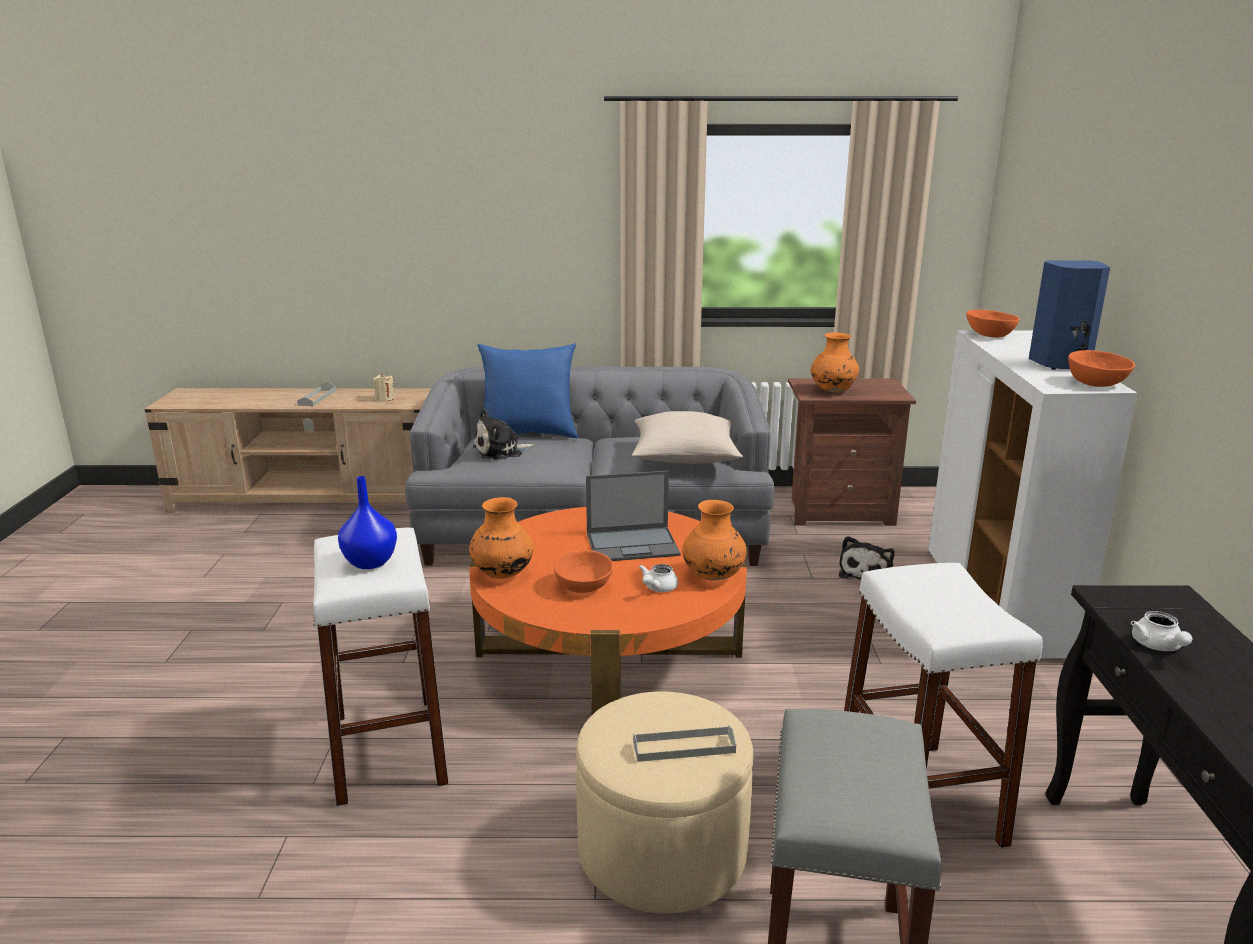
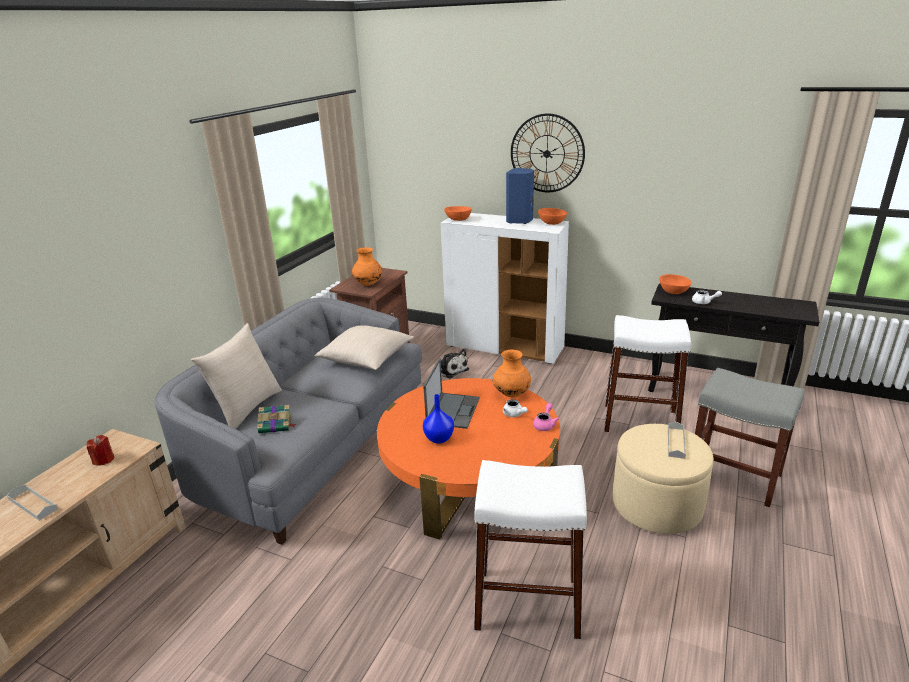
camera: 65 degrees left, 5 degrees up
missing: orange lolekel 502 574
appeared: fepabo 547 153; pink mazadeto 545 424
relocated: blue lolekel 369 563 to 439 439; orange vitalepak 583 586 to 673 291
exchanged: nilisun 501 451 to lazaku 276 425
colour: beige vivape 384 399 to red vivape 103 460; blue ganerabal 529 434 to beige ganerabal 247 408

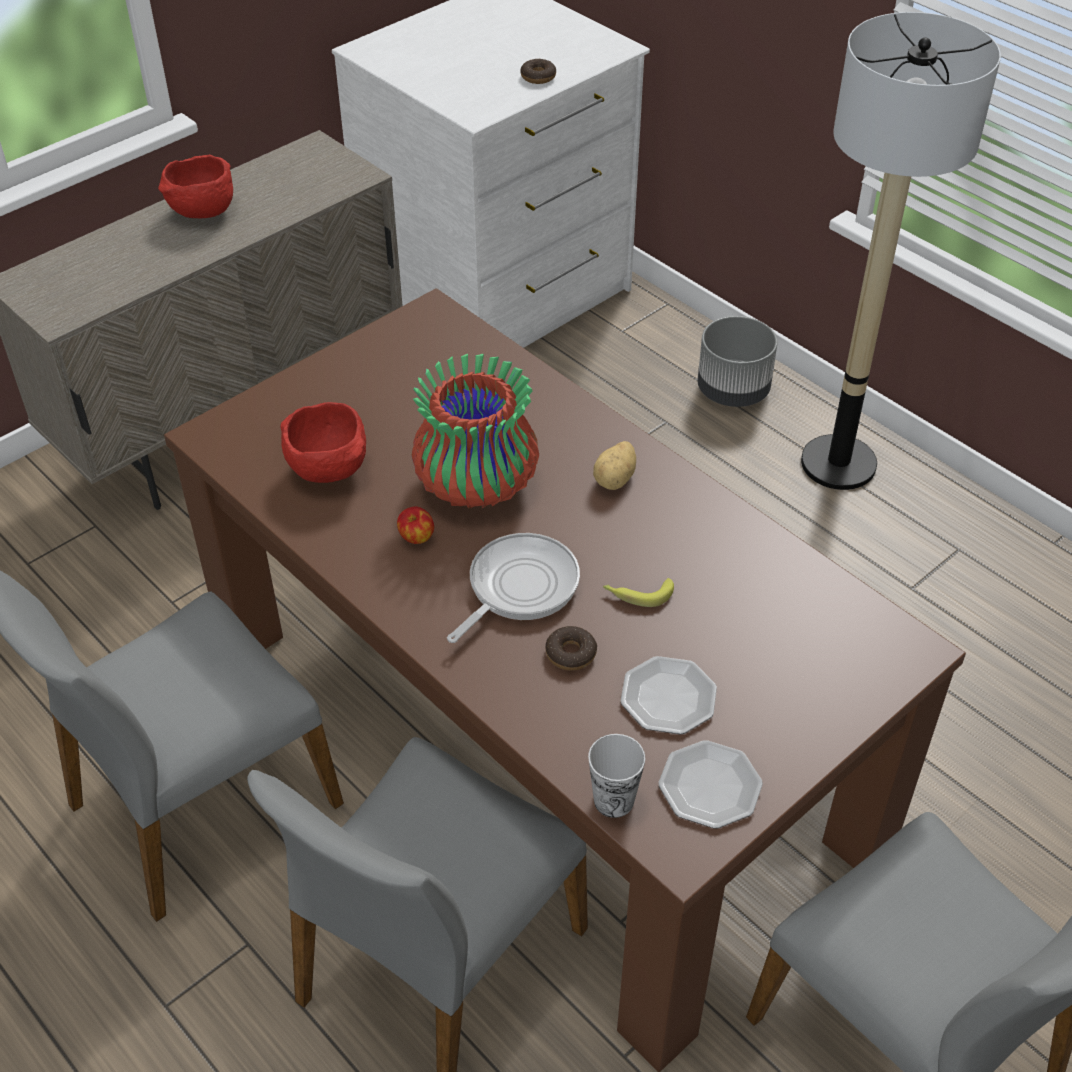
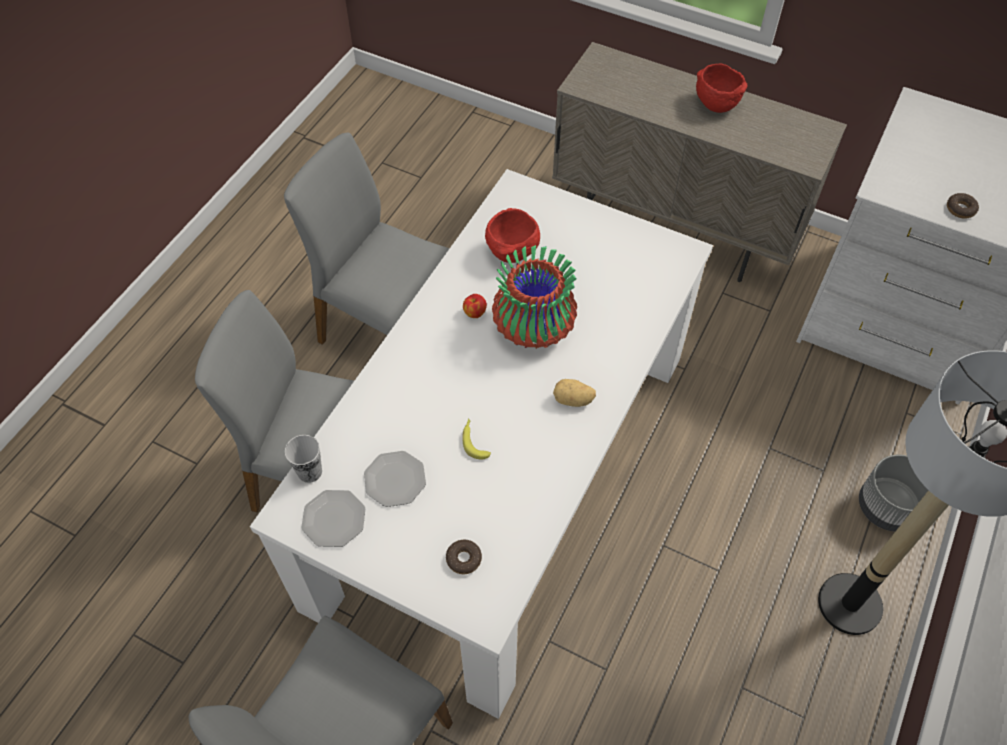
camera: 70 degrees right, 10 degrees up
missing: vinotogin 518 587
relocated: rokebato 570 653 to 464 559
colour: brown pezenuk 536 733 to white pezenuk 503 476

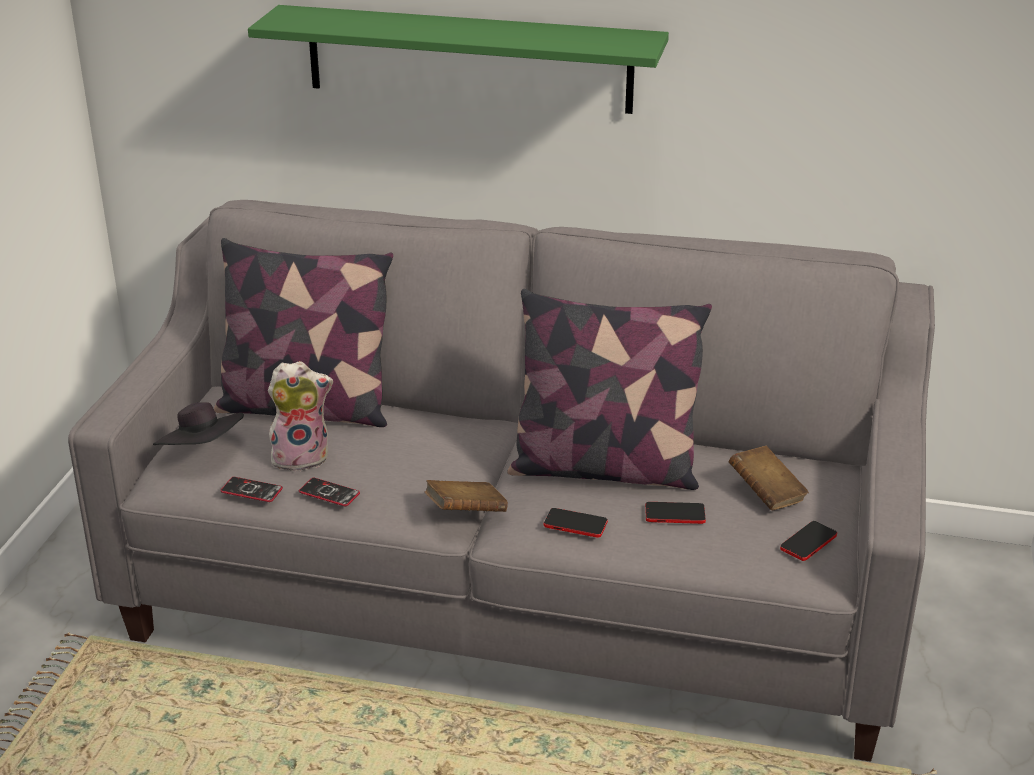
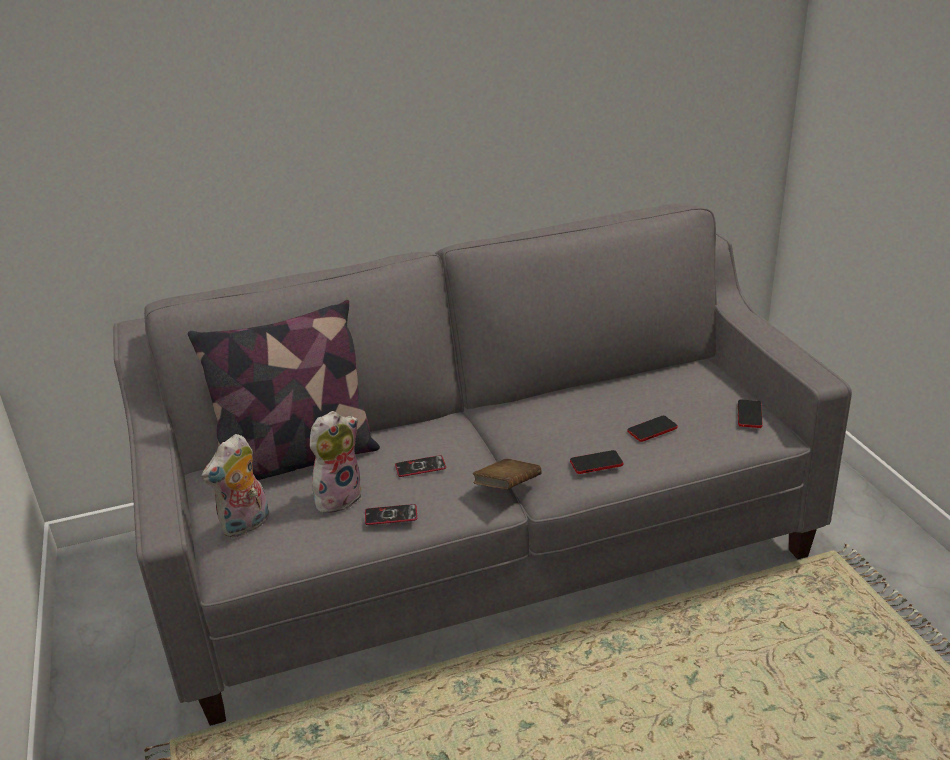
camera: 30 degrees left, 0 degrees up
missing: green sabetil 468 59; ganerabal 604 468; brown lazaku 766 493
relocated: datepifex 251 490 to 420 467
exchanged: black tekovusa 203 451 to nilisun 246 526

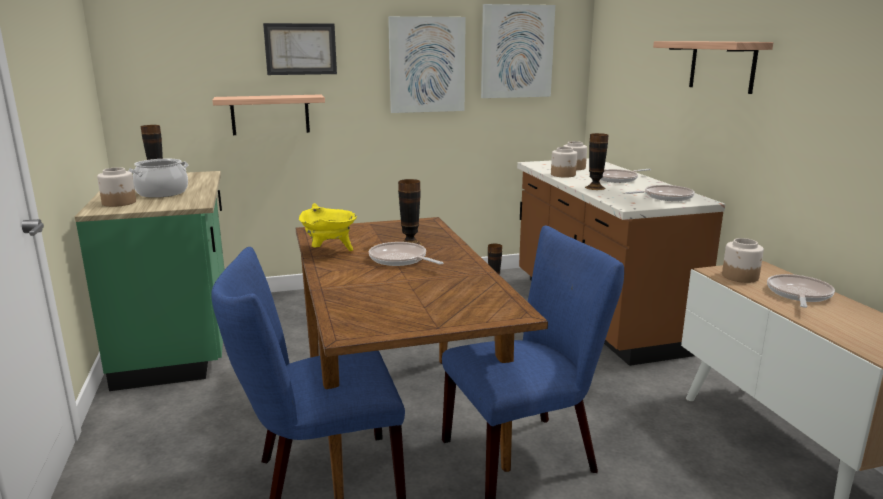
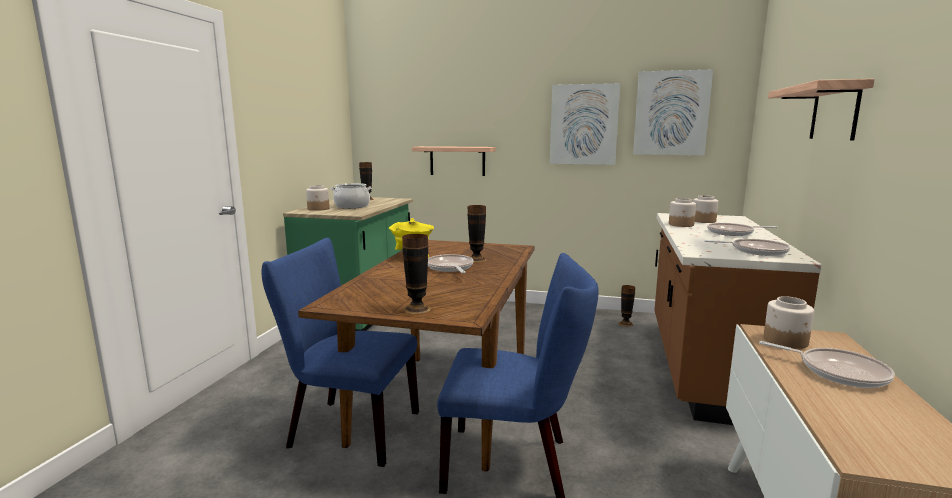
camera: 30 degrees right, 5 degrees down
missing: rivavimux 300 49
relocated: lolekel 595 187 to 417 309
spun: vinotogin 798 294 = 838 371 75 degrees clockwise

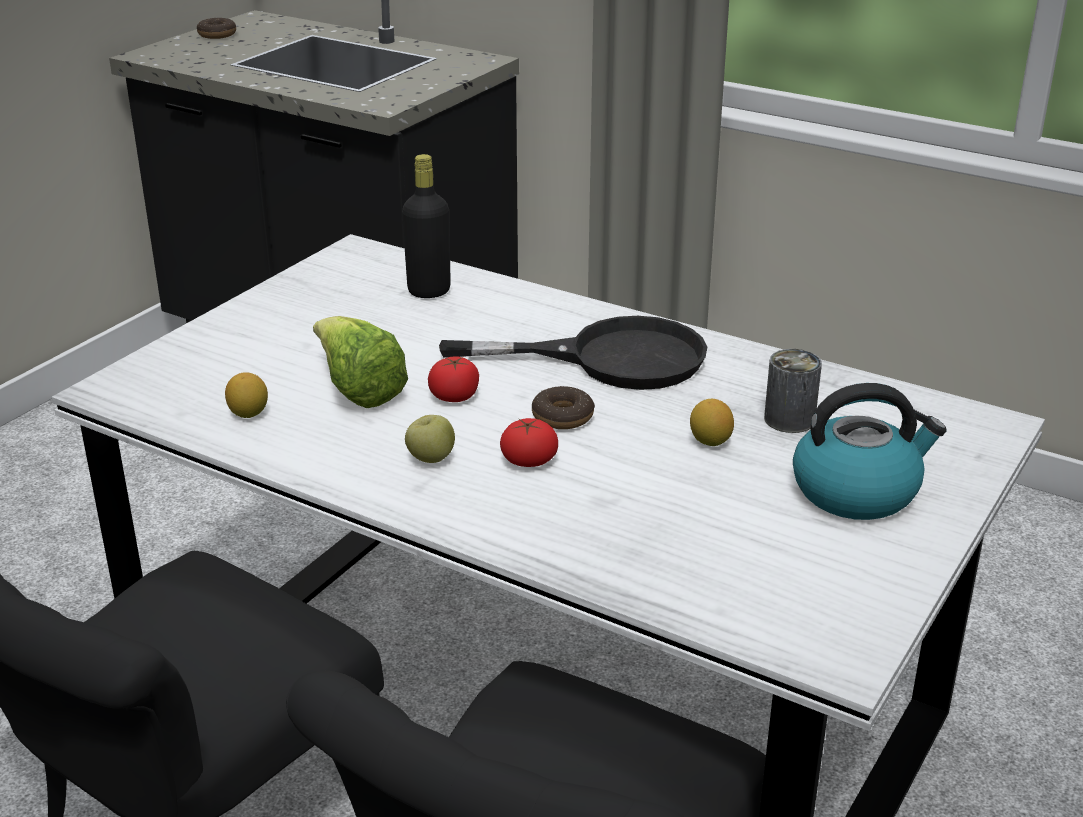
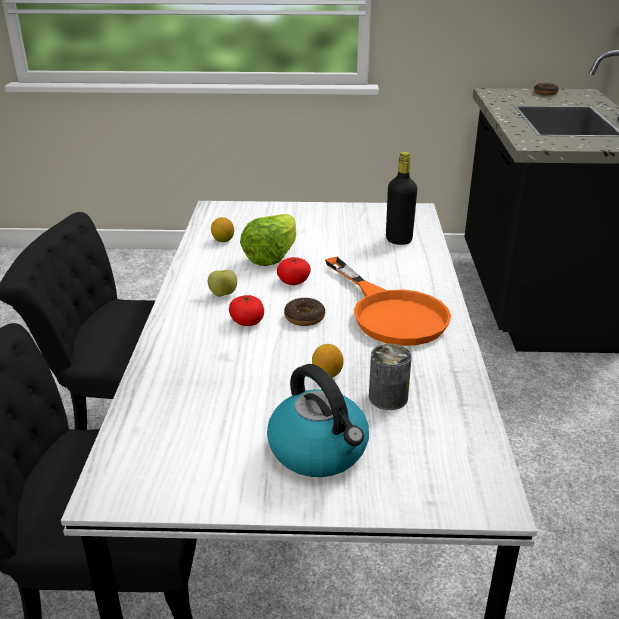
camera: 60 degrees right, 0 degrees up
colour: black vinotogin 611 358 to orange vinotogin 390 312

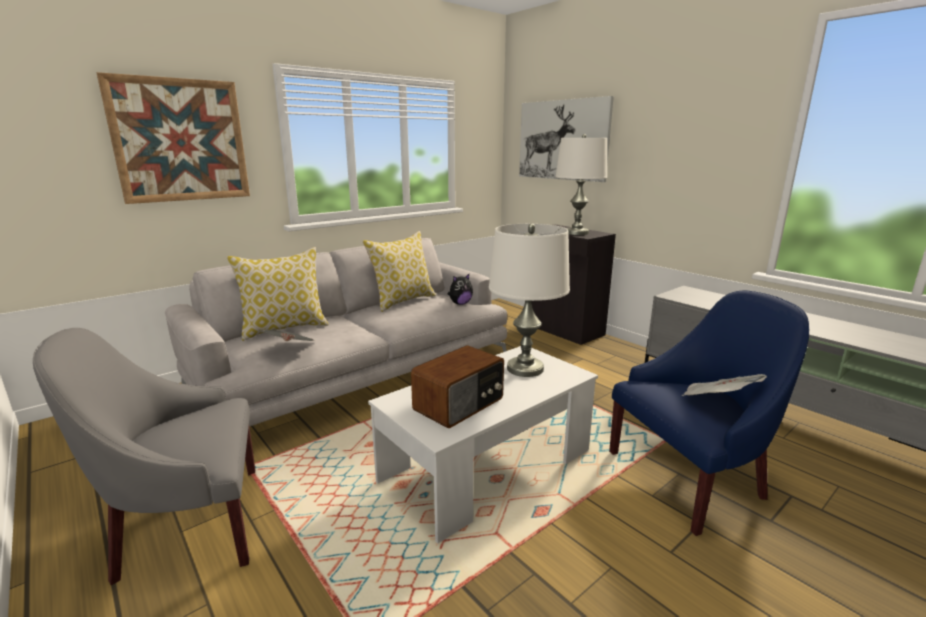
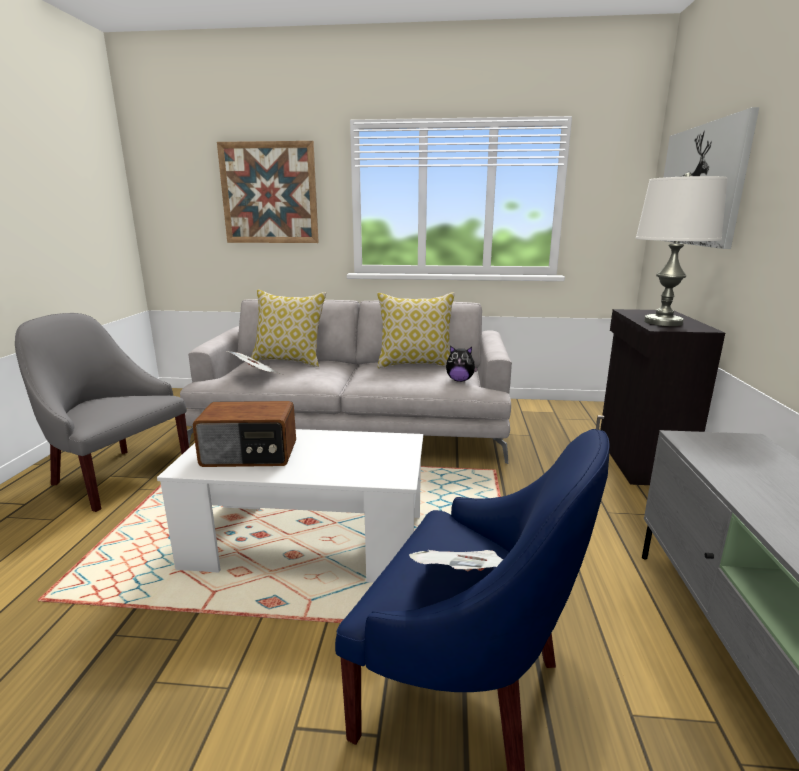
camera: 45 degrees right, 0 degrees up
missing: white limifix 525 368

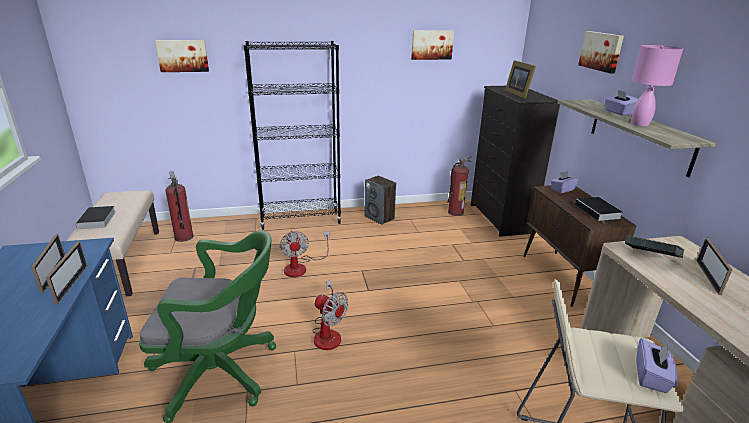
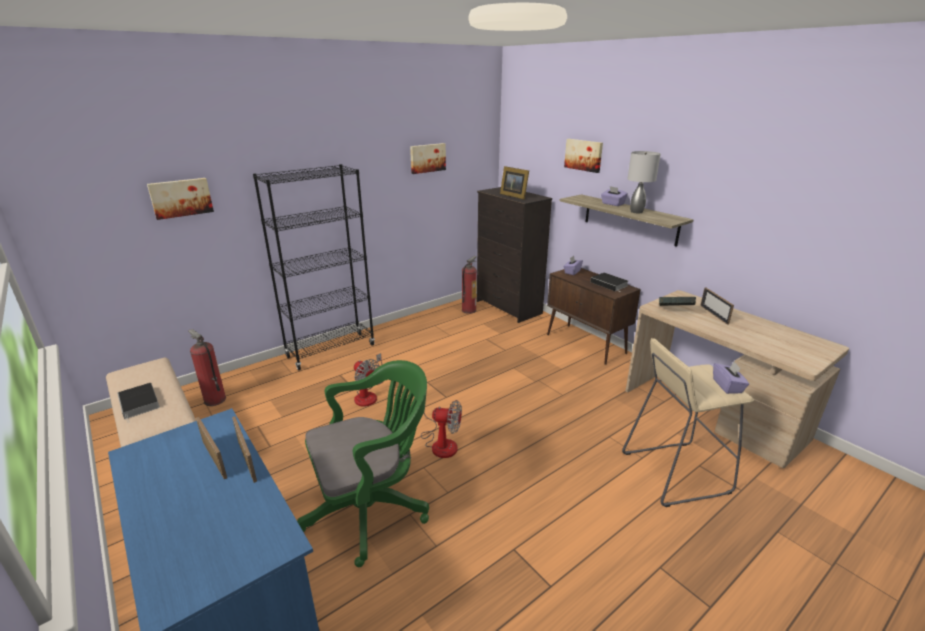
camera: 25 degrees left, 0 degrees up
missing: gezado 379 217
colour: pink limifix 640 124 to grey limifix 636 212

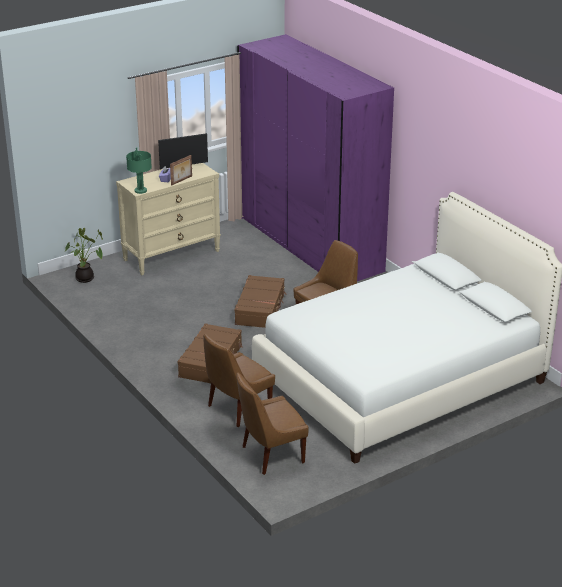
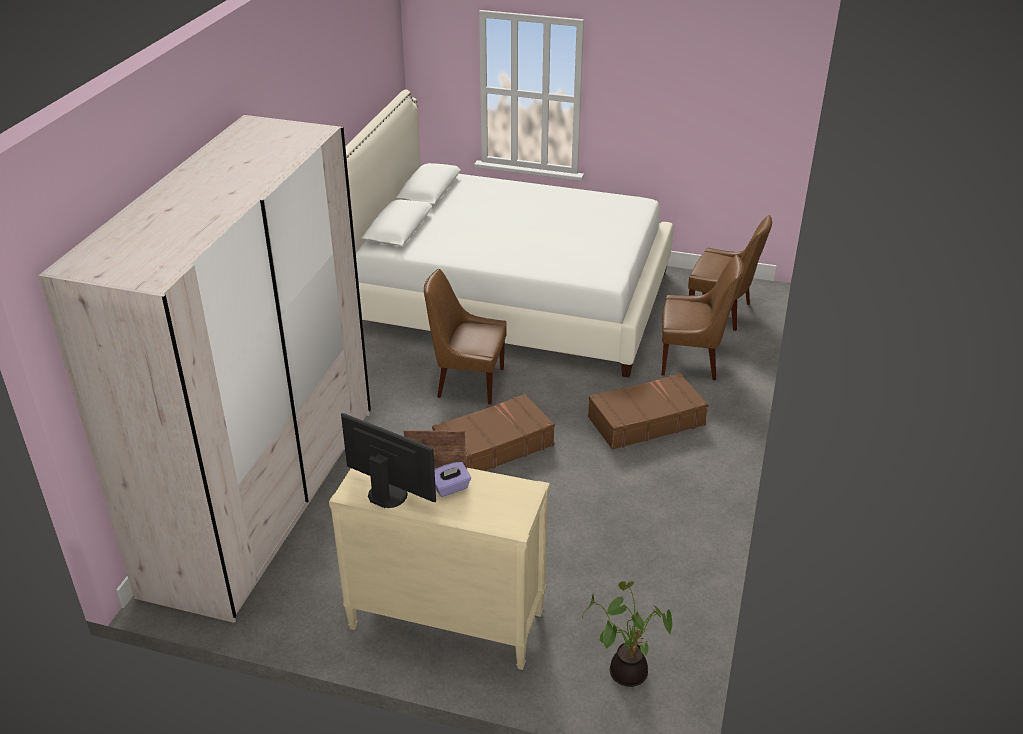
camera: 130 degrees left, 5 degrees up
missing: green limifix 141 190
colour: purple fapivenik 310 244 to beige fapivenik 264 497

